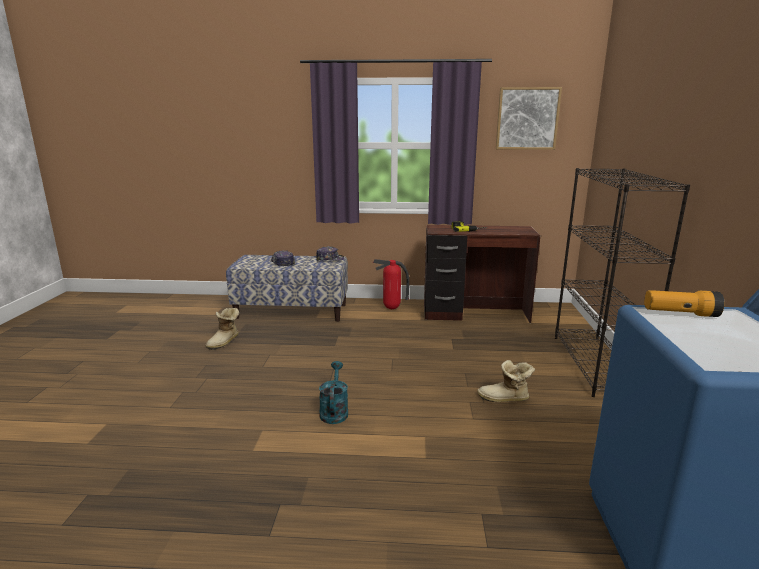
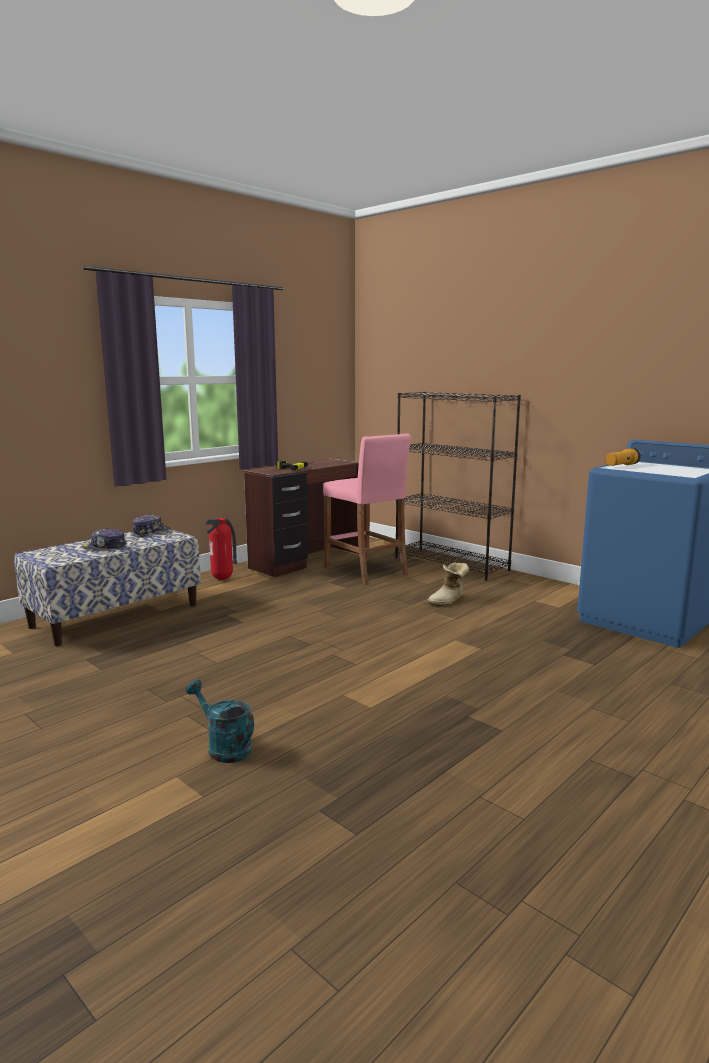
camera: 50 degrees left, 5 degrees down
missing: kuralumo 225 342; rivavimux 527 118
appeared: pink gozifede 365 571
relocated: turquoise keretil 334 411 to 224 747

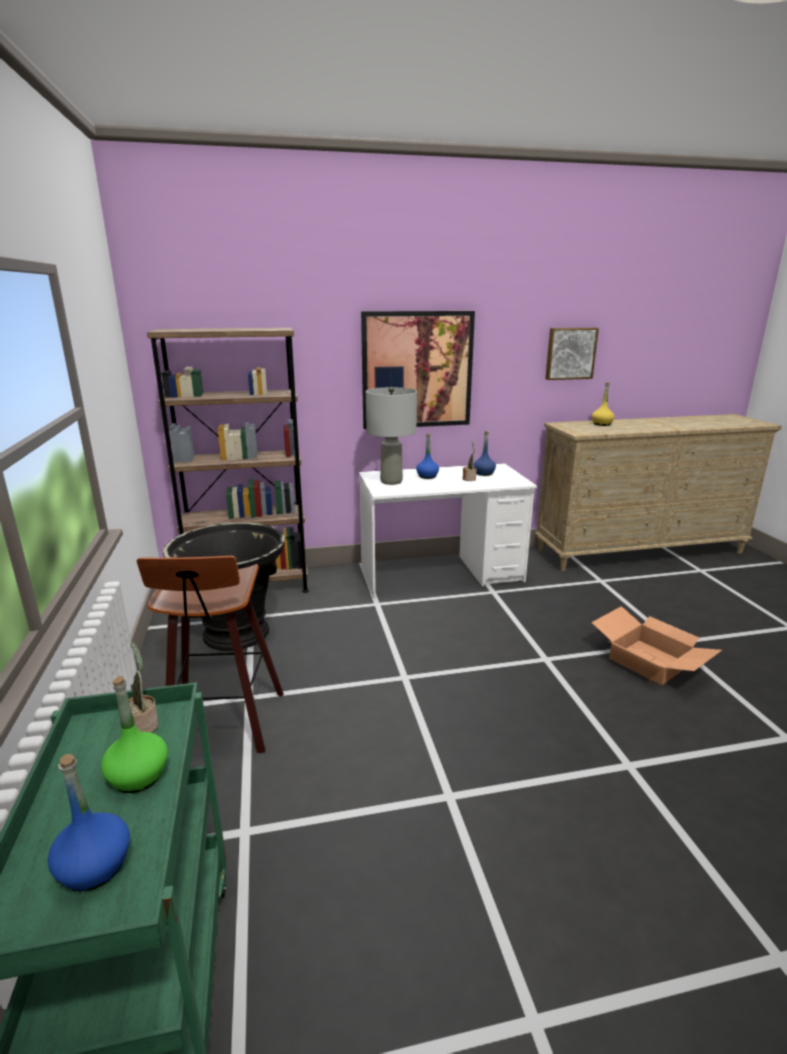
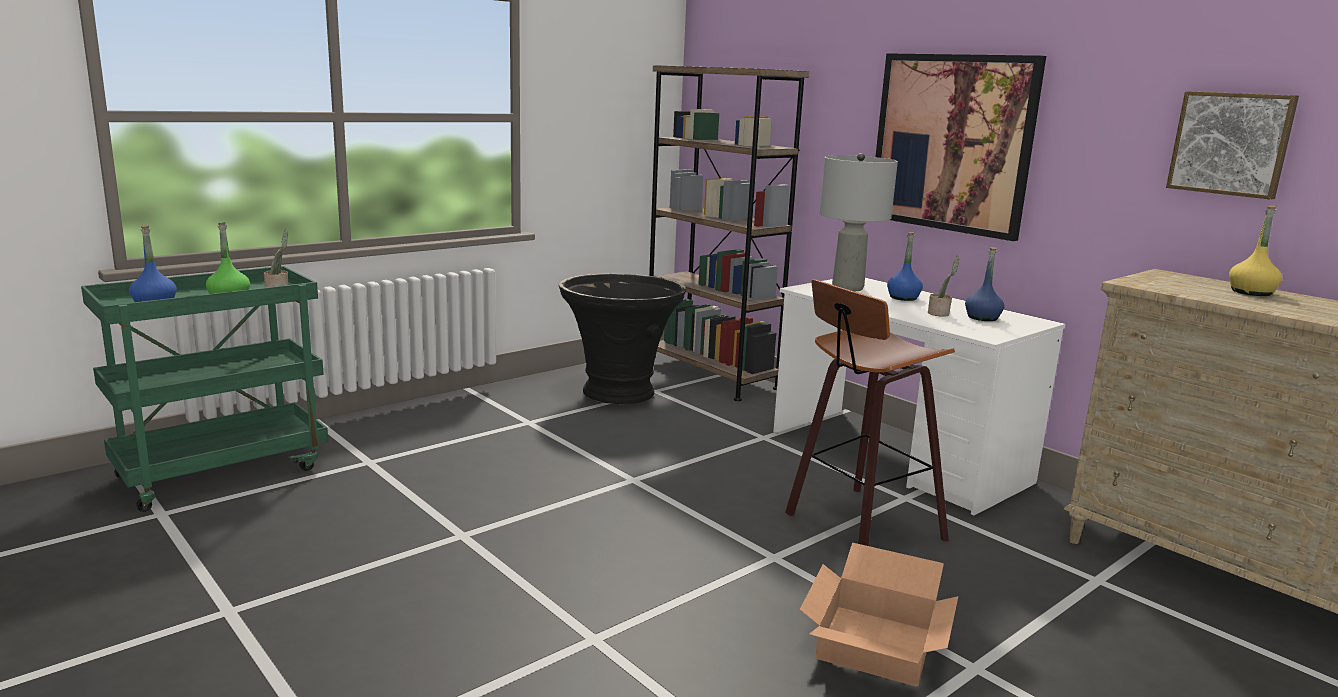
camera: 60 degrees right, 5 degrees down
relocated: gozifede 224 725 to 859 526

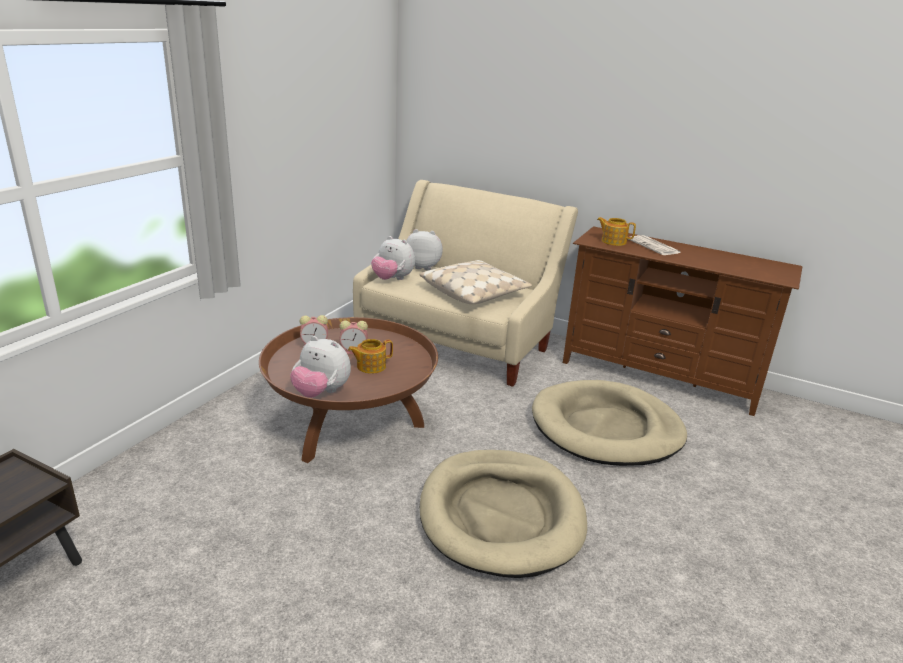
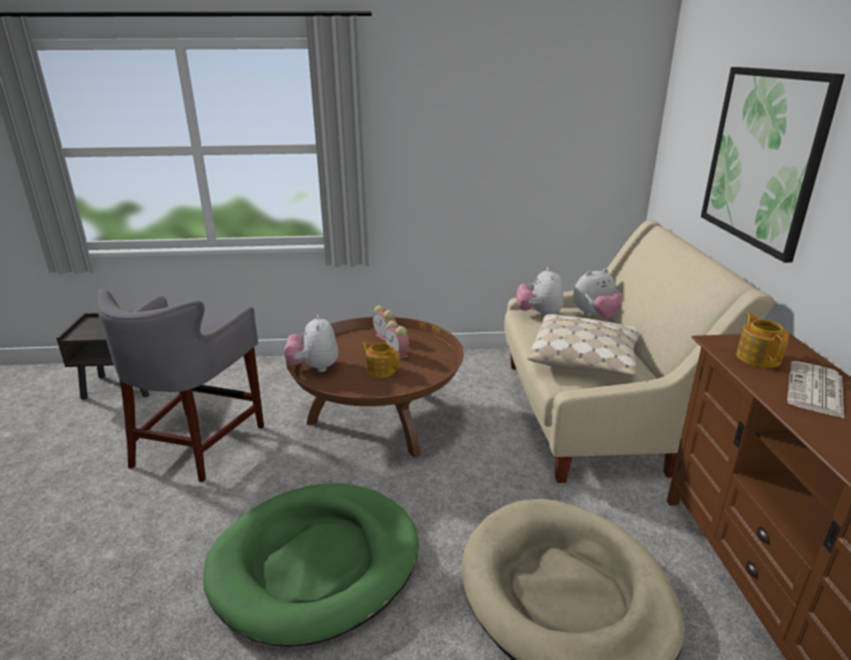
camera: 60 degrees right, 0 degrees up
appeared: grey gozifede 199 444; rivavimux 763 158
colour: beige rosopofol 501 515 to green rosopofol 316 563
spun: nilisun 424 266 = 595 316 90 degrees clockwise

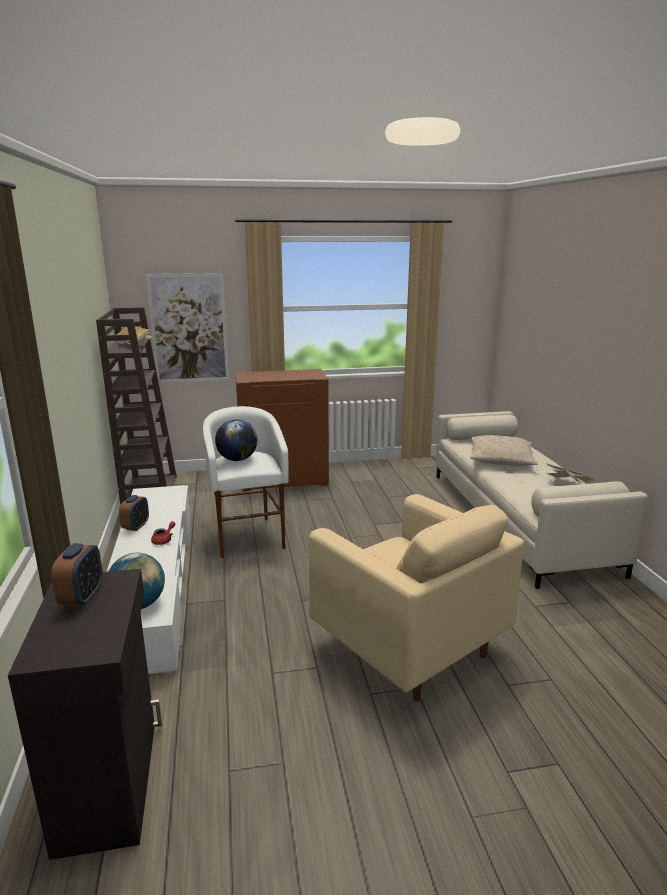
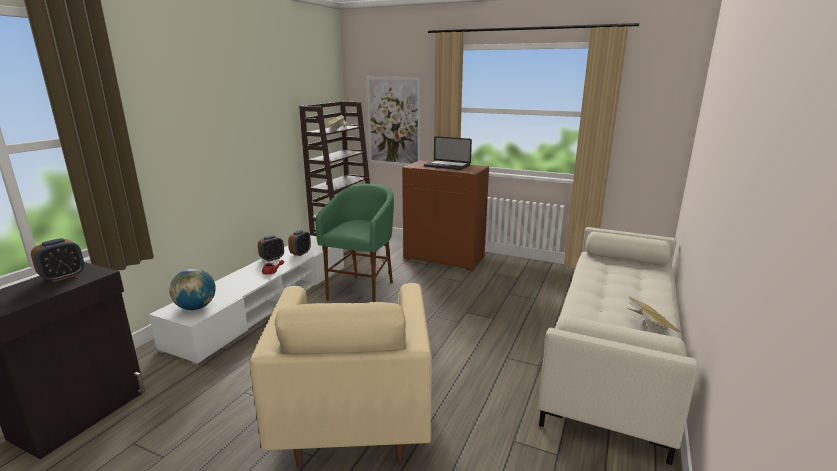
camera: 35 degrees right, 0 degrees up
missing: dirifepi 237 459; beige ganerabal 501 459
appeared: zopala 300 253; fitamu 447 166
colour: white gozifede 248 536 to green gozifede 363 291

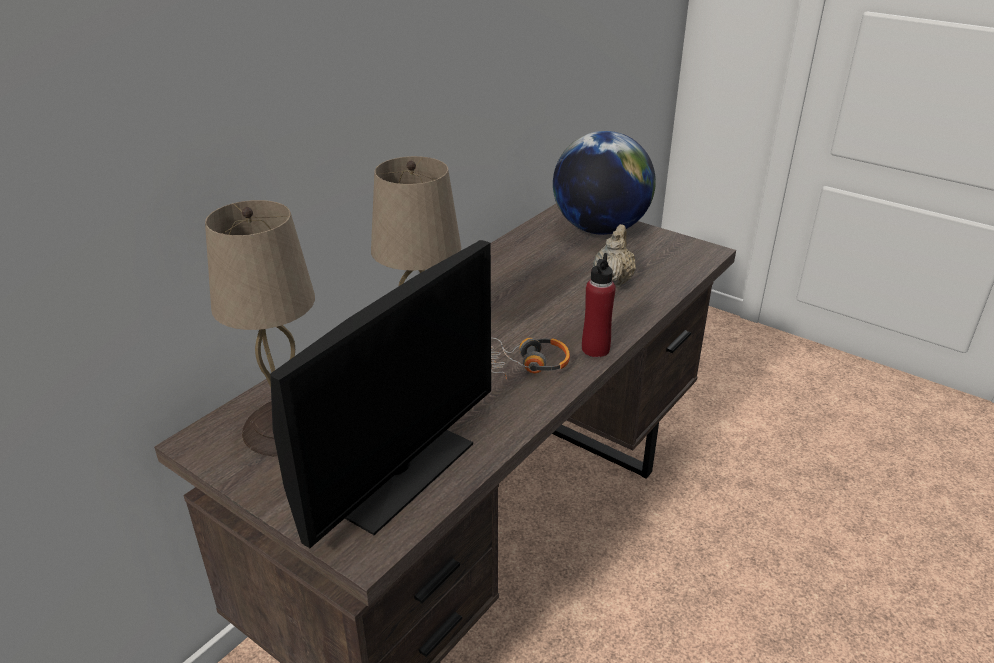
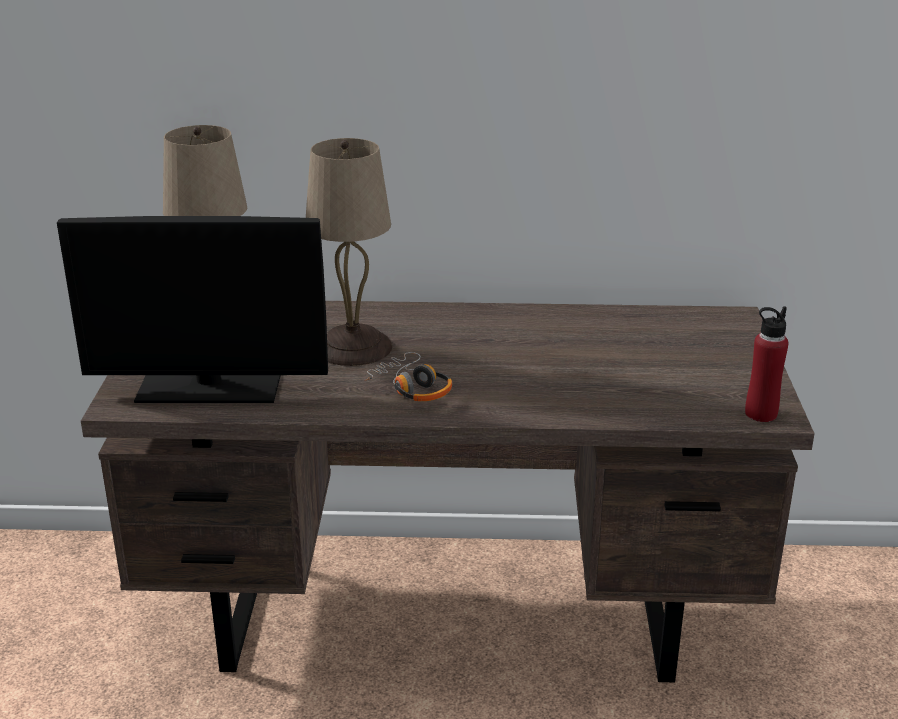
camera: 55 degrees right, 5 degrees down
missing: dirifepi 600 229; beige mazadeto 613 280
relocated: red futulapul 595 349 to 760 414

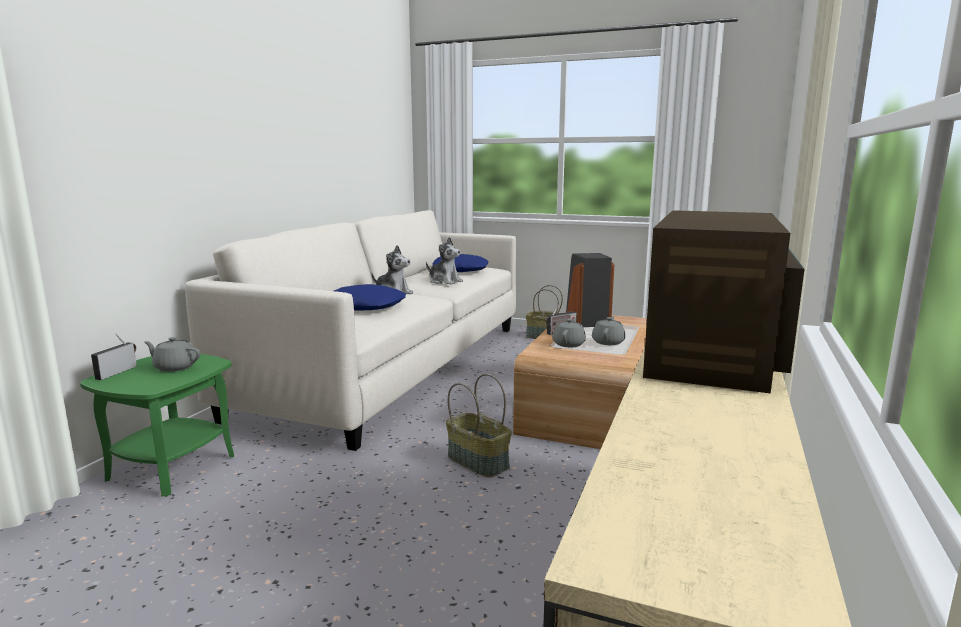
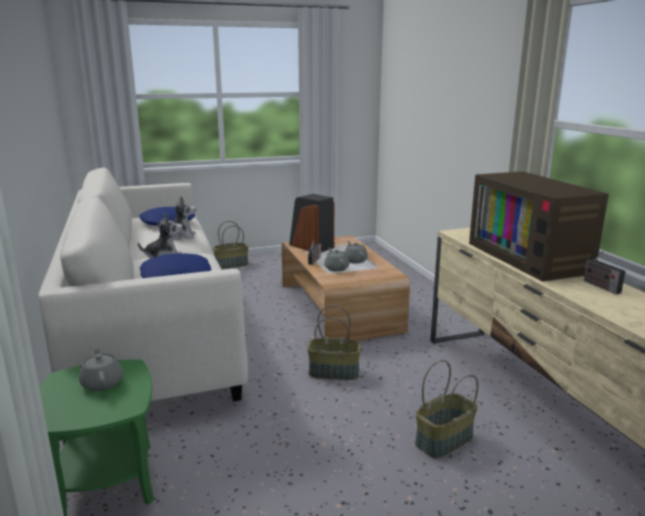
camera: 40 degrees left, 5 degrees up
appeared: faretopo 444 441
relocated: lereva 117 372 to 599 286
spun: grey mazadeto 175 367 = 102 383 90 degrees clockwise

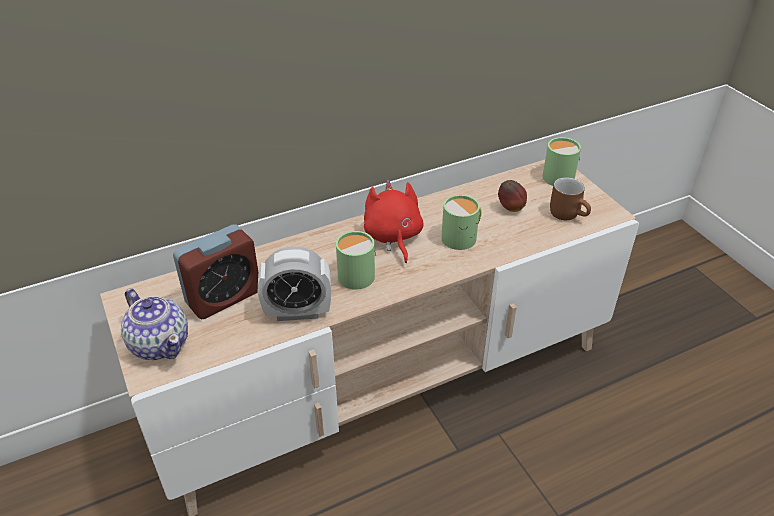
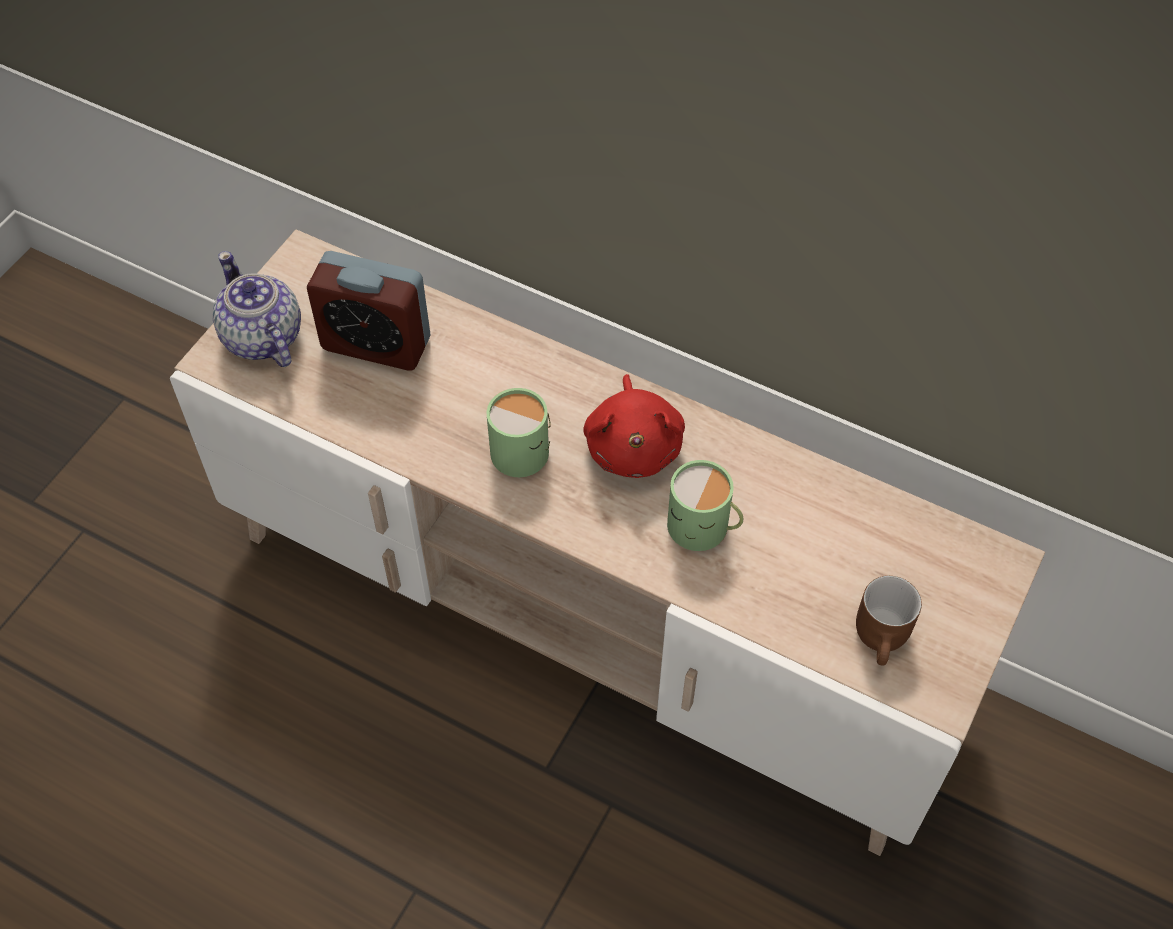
camera: 55 degrees right, 15 degrees up
missing: zopala 297 312; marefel 510 209; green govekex 557 175
spun: mazadeto 160 343 = 262 338 135 degrees clockwise; red nilisun 393 237 = 633 446 135 degrees clockwise

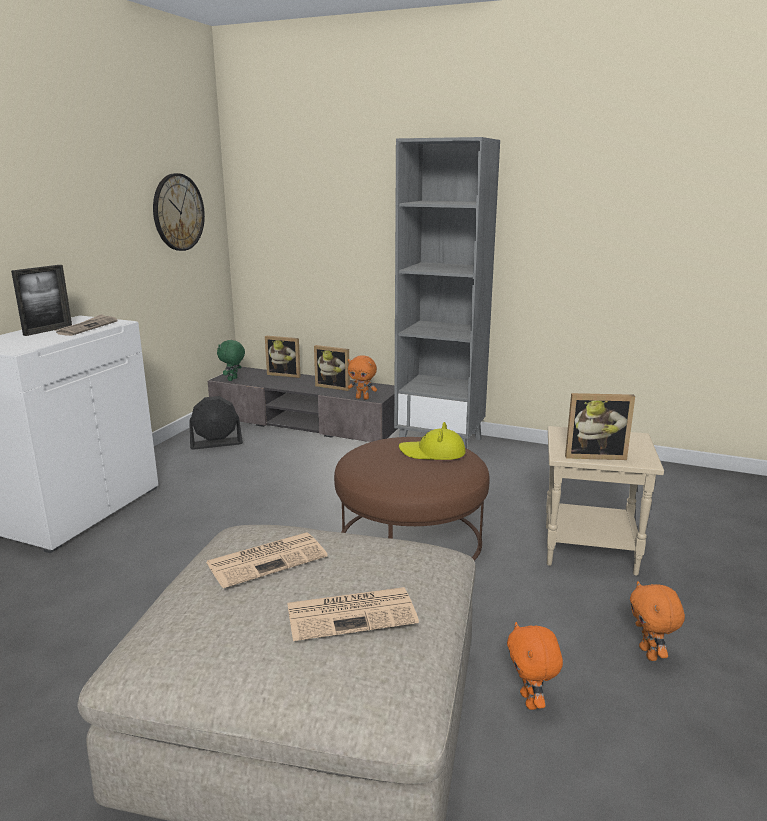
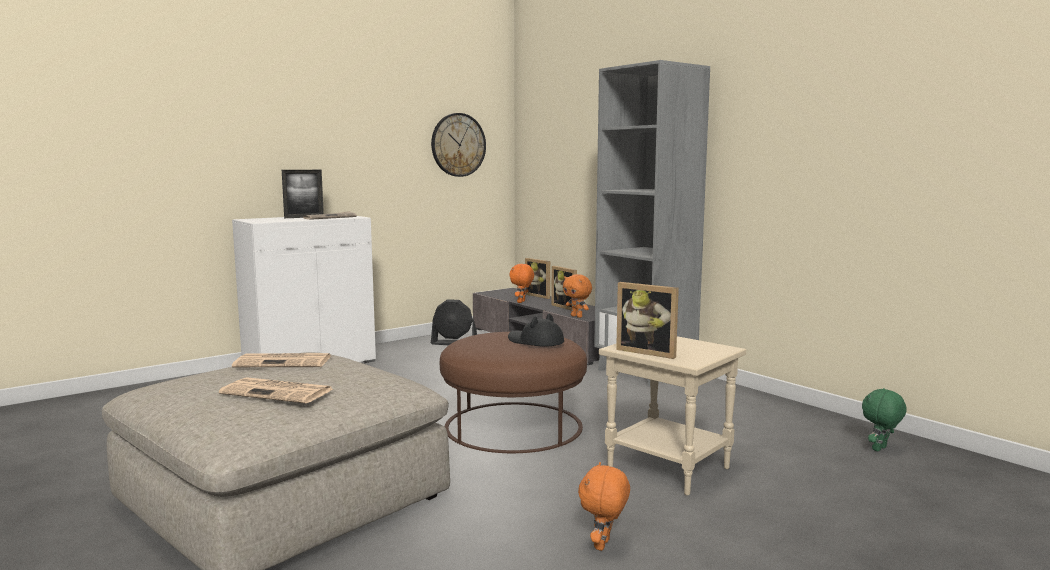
camera: 30 degrees right, 10 degrees down
relocated: orange nilisun 530 701 to 522 302; green nilisun 233 379 to 880 449
colour: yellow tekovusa 432 453 to black tekovusa 535 342

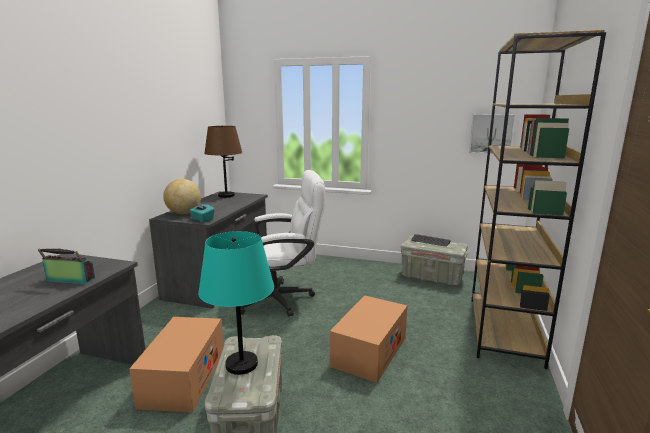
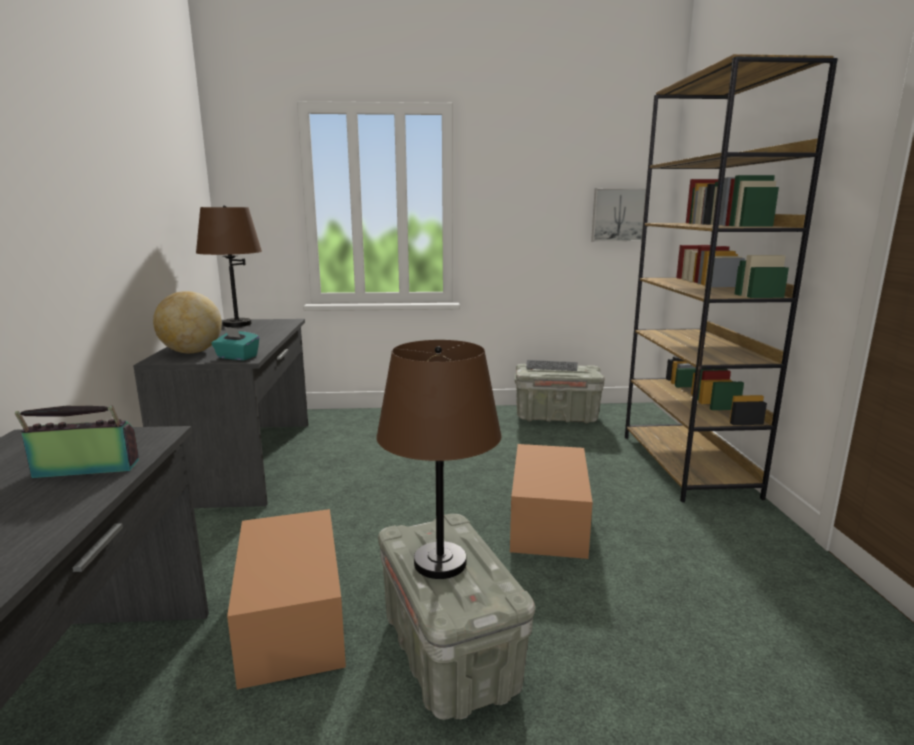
camera: 20 degrees left, 0 degrees up
missing: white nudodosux 282 299
colour: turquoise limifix 242 364 to brown limifix 441 563

